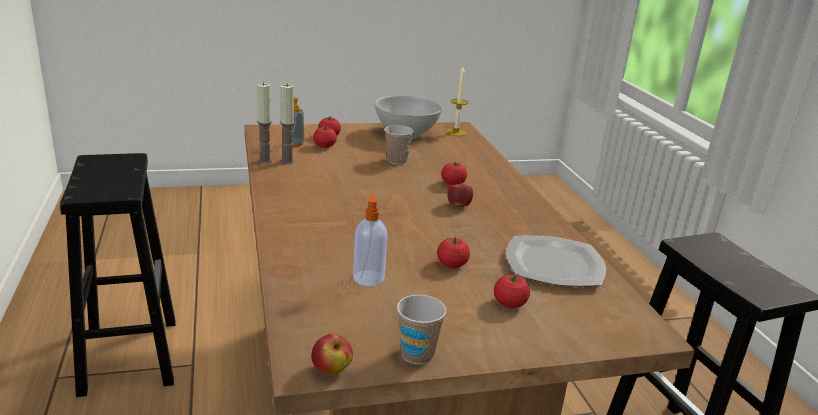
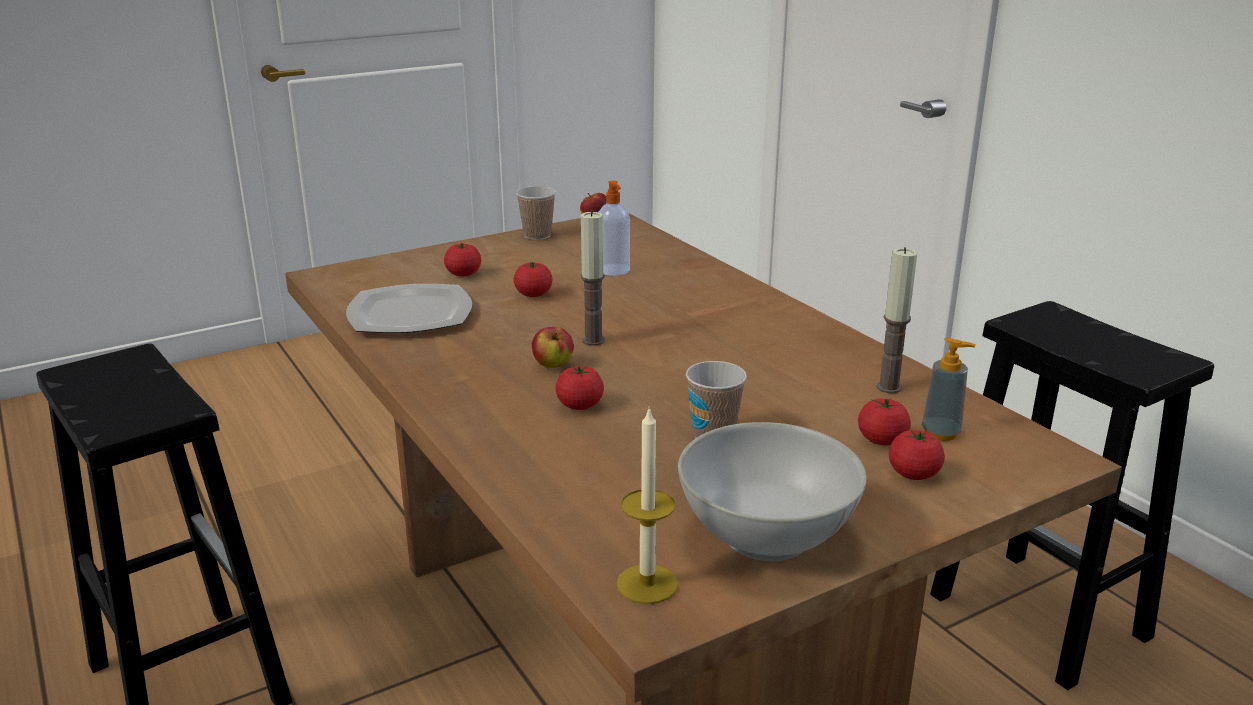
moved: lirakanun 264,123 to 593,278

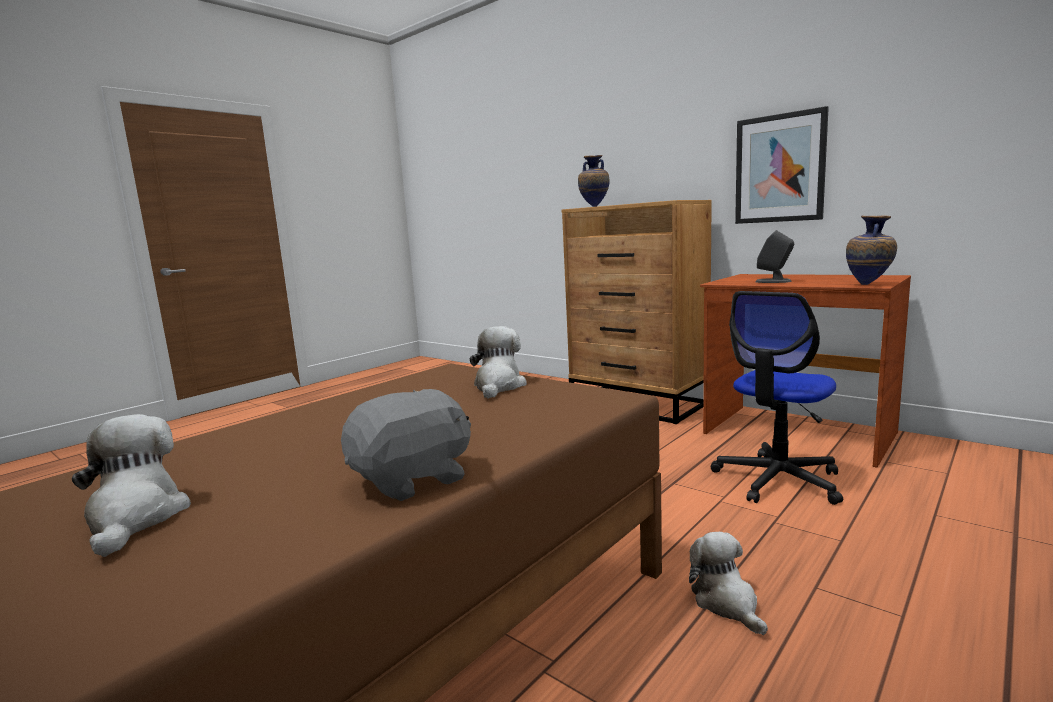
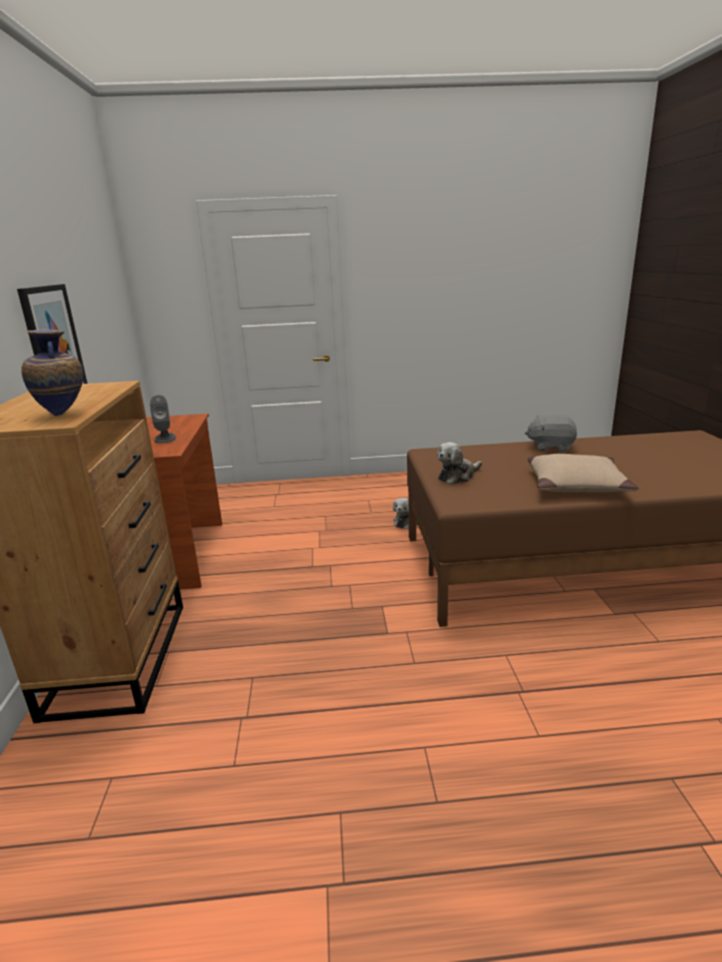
removed: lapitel 871,250; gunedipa 777,398; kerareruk 131,485
added: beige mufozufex 583,473

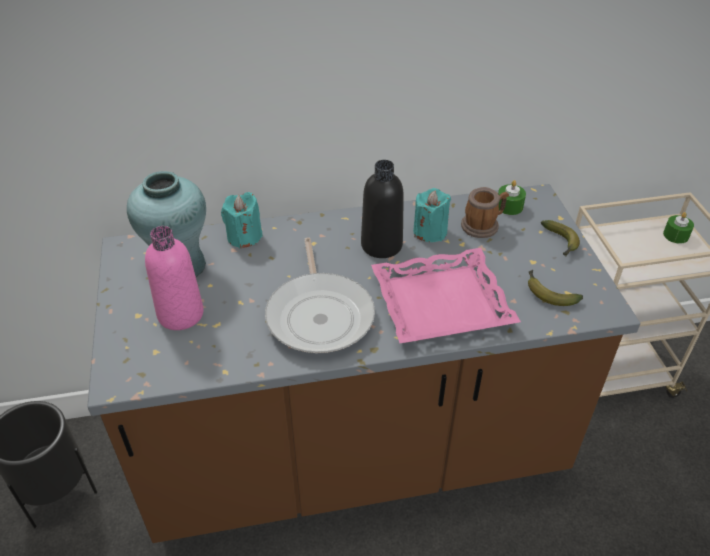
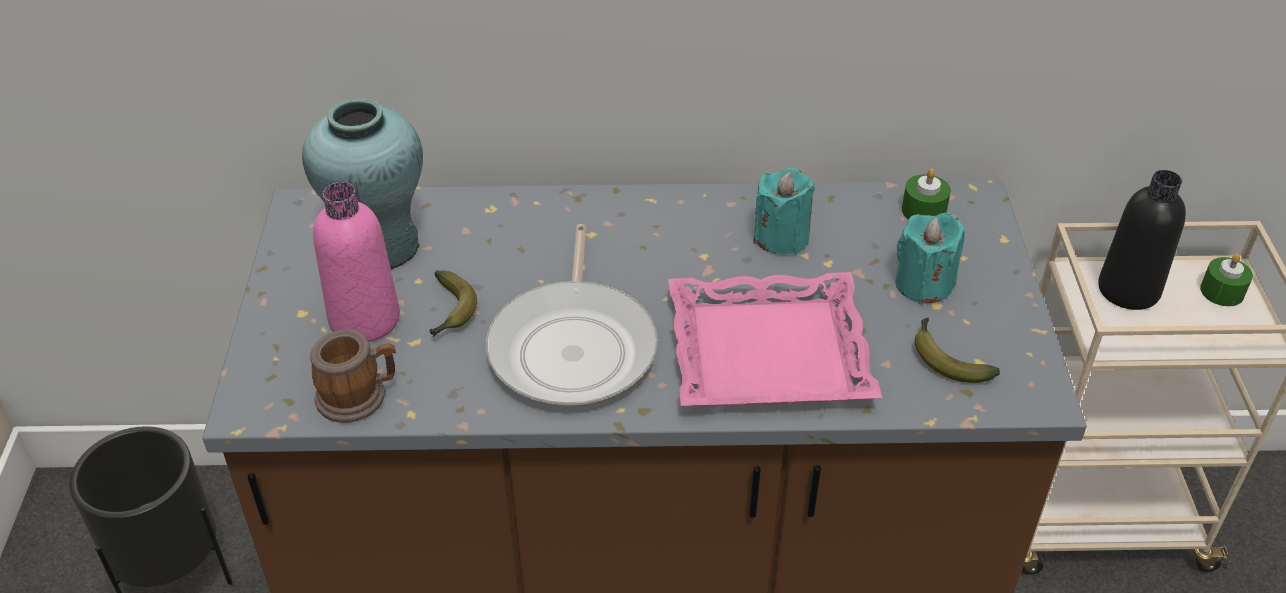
moved: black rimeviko 382,209 to 1142,240; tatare 485,212 to 353,376; turquoise lirakanun 242,220 to 930,258; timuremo 560,238 to 453,303

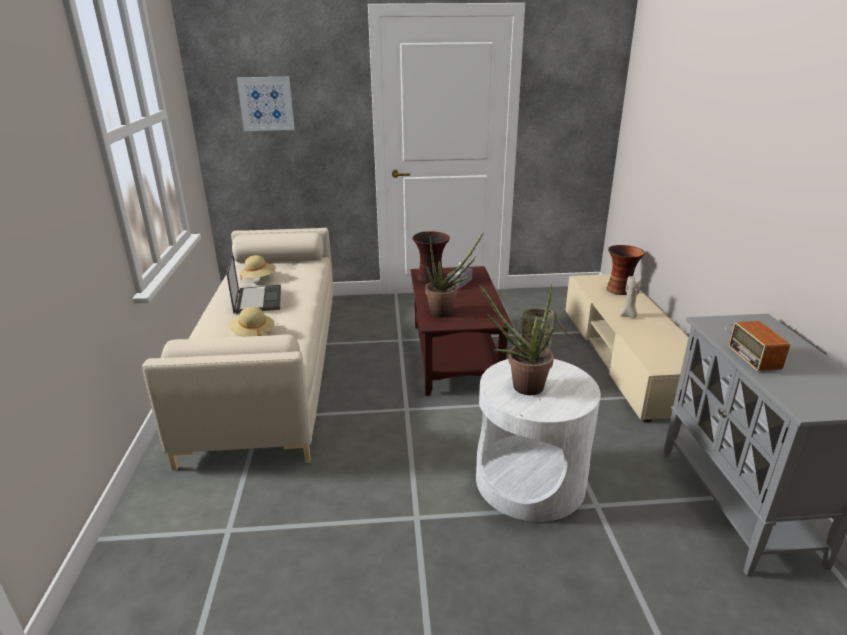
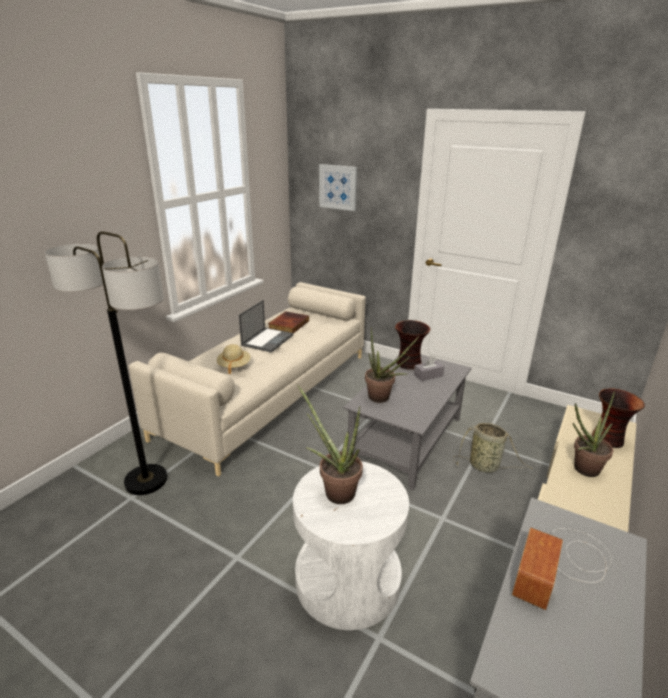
added: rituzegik 106,363
replaced: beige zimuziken 258,267 to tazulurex 288,322; beige lirakanun 630,297 to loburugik 594,434
recoloured: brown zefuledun 462,331 to grey zefuledun 407,422

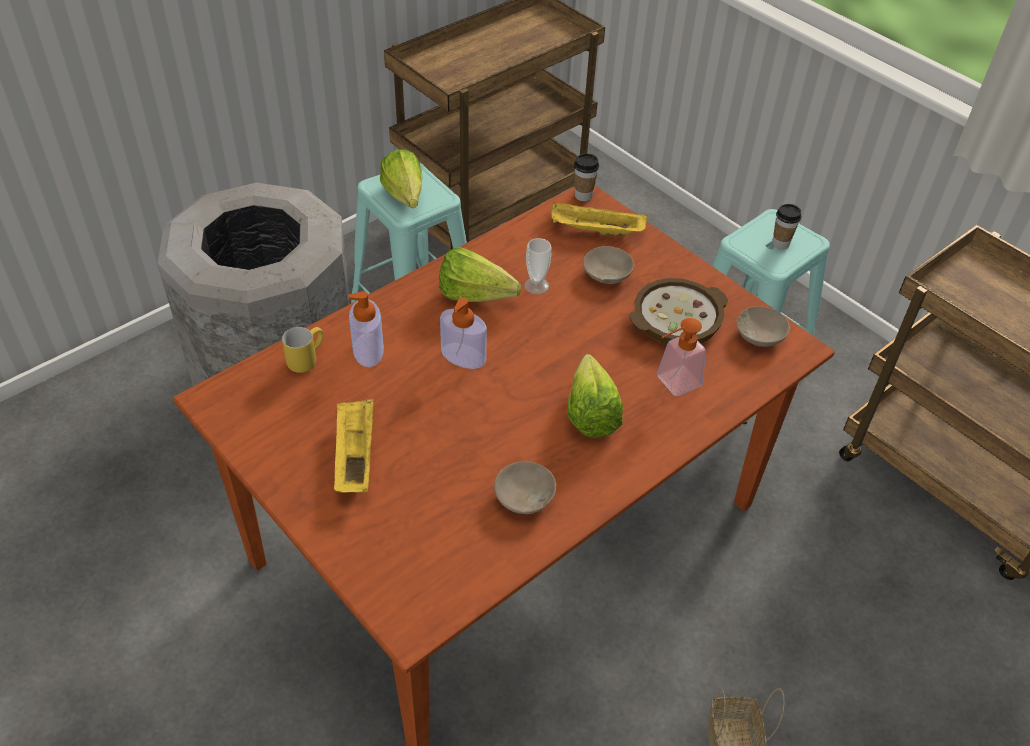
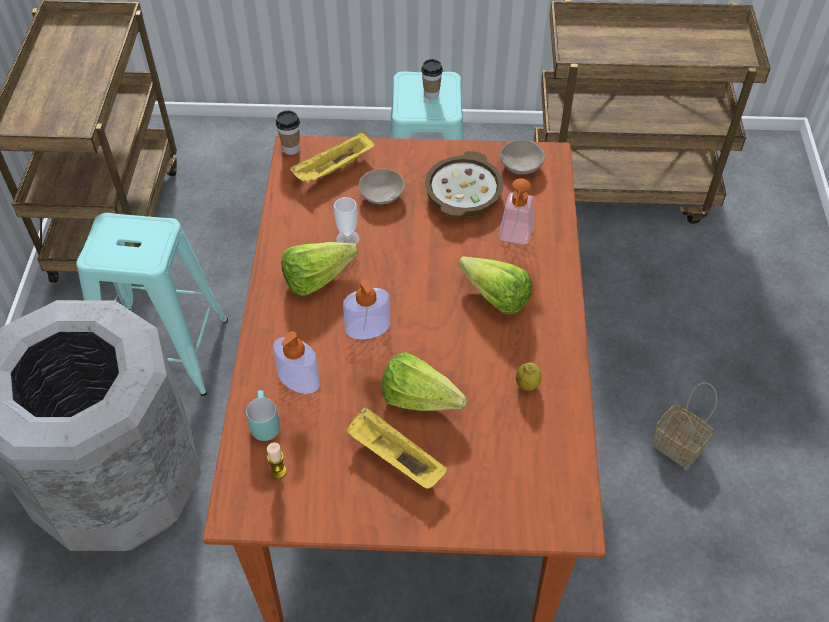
added: lirakanun 277,460
moved: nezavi 401,178 to 424,381
replaced: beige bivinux 525,487 to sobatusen 529,376
recoloured: yellow tatare 302,350 to turquoise tatare 263,415

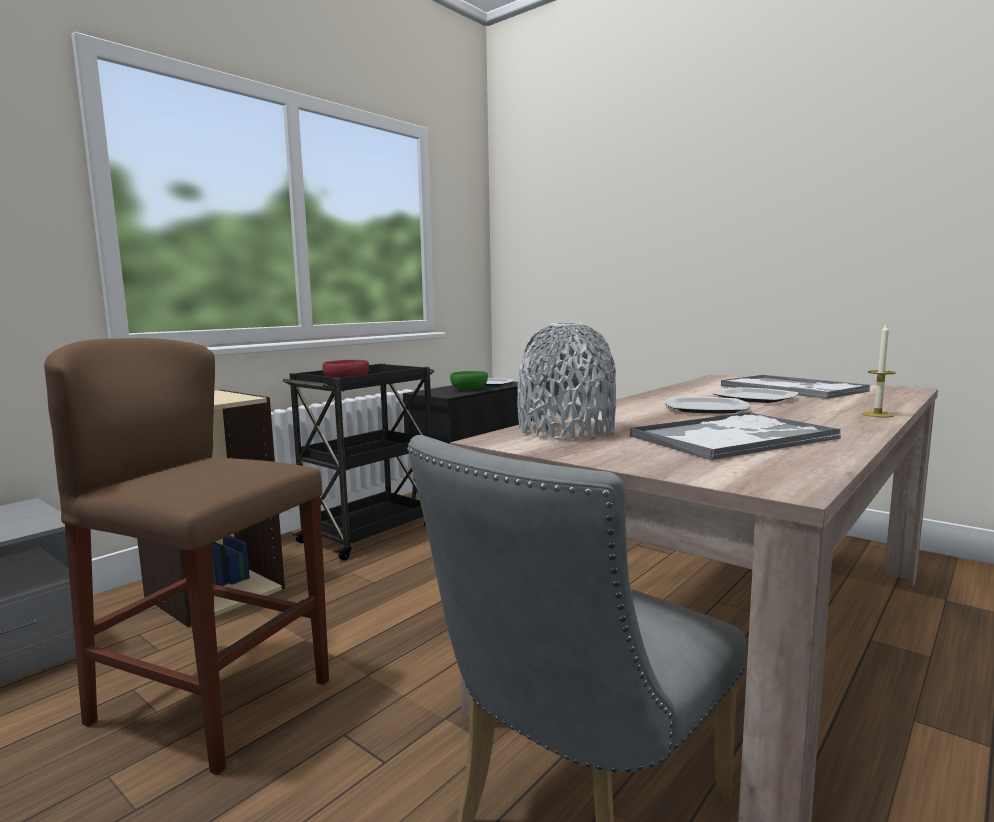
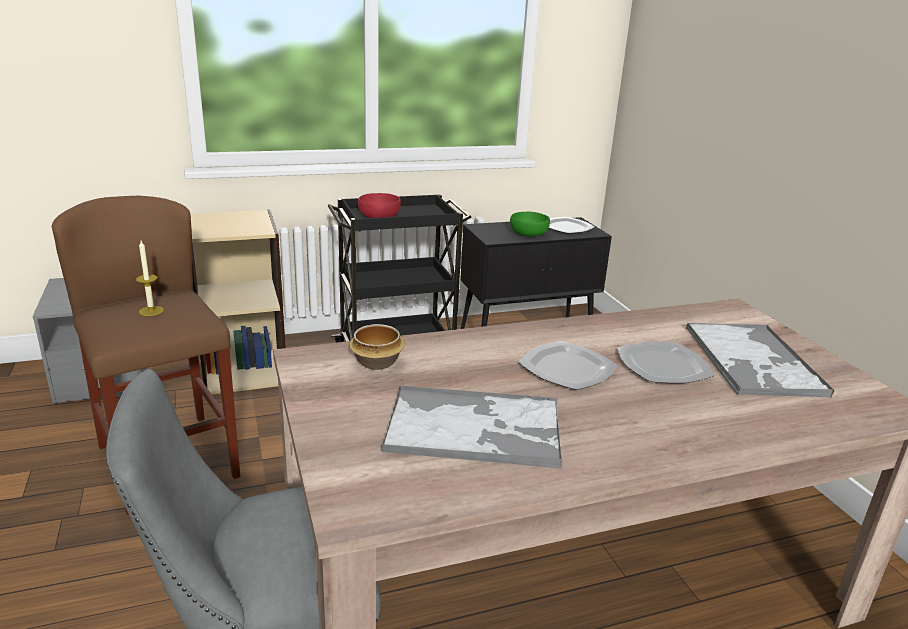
moved: lirakanun 879,370 to 150,278
replaced: grey lapitel 566,381 to bivinux 377,347

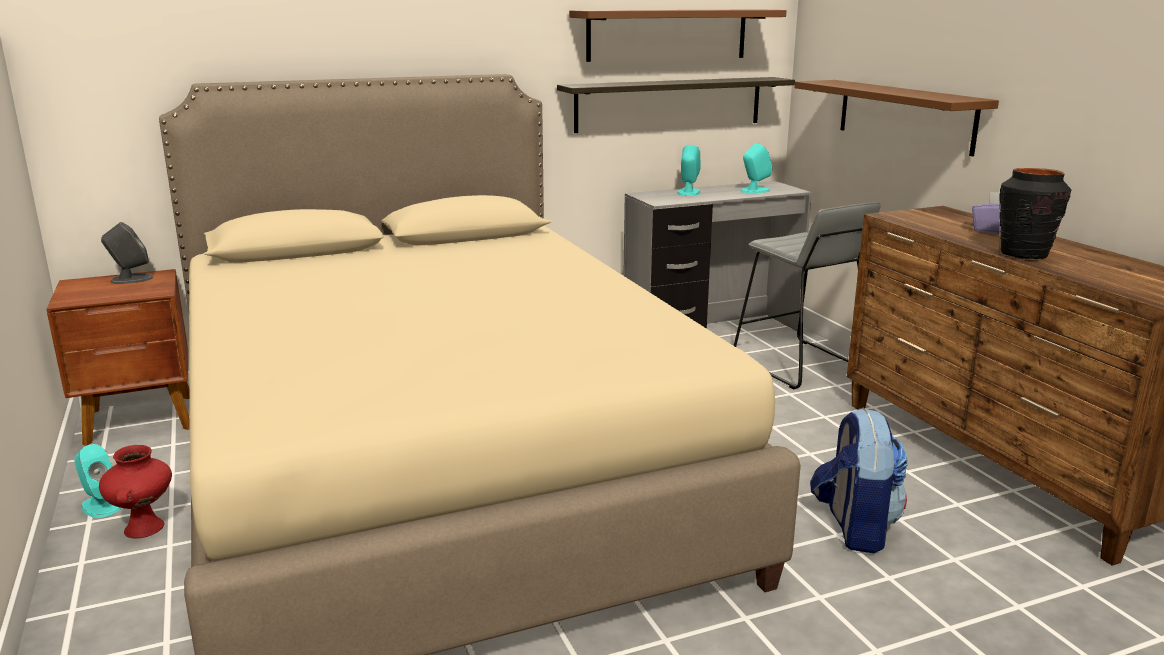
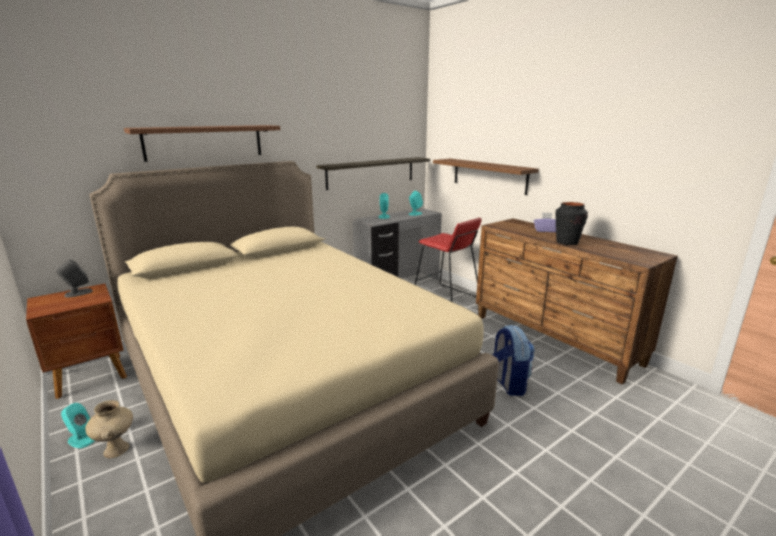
moved: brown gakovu 677,35 to 202,143
recoloured: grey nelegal 807,295 to red nelegal 448,260; red lapitel 135,491 to beige lapitel 109,429

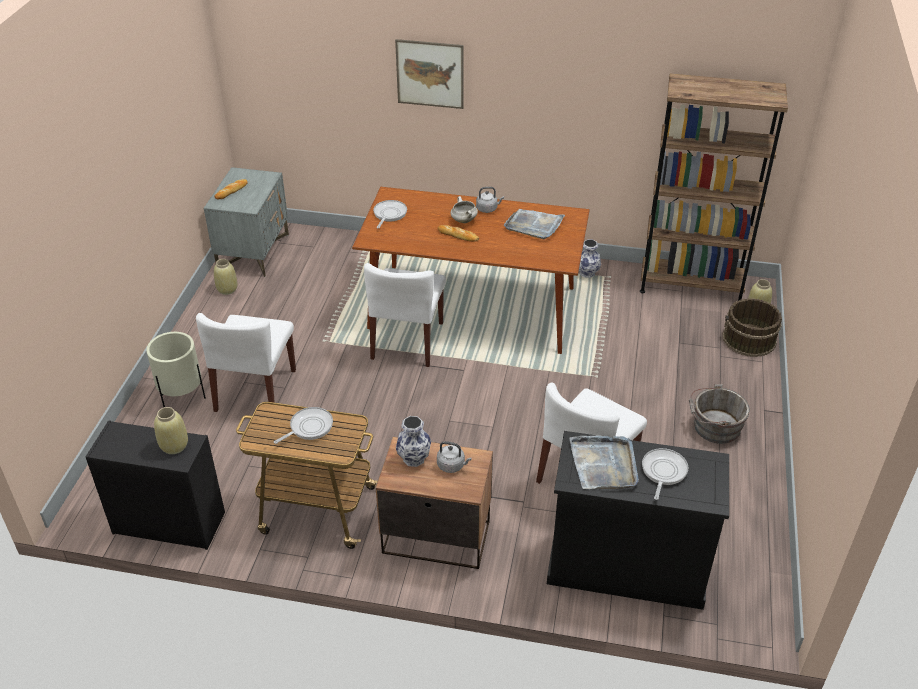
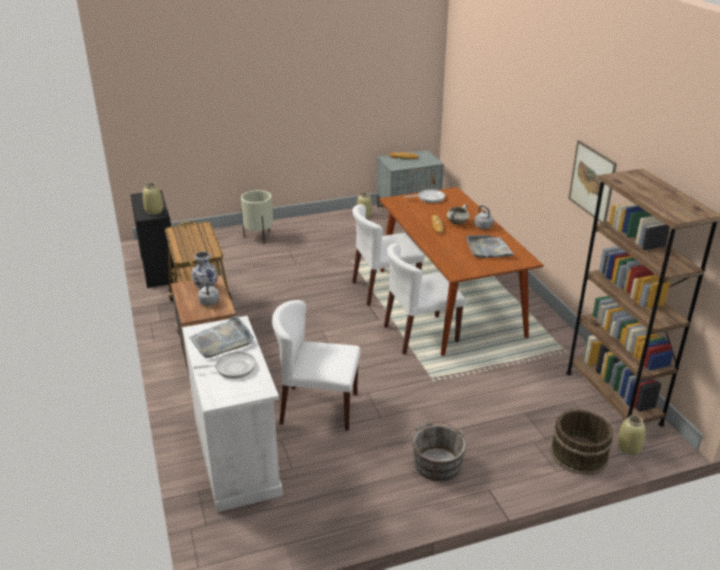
removed: lapitel 590,258; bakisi 303,425
moved: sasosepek 429,74 to 593,181; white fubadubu 246,362 to 425,299
recoloured: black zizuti 638,520 to white zizuti 232,414

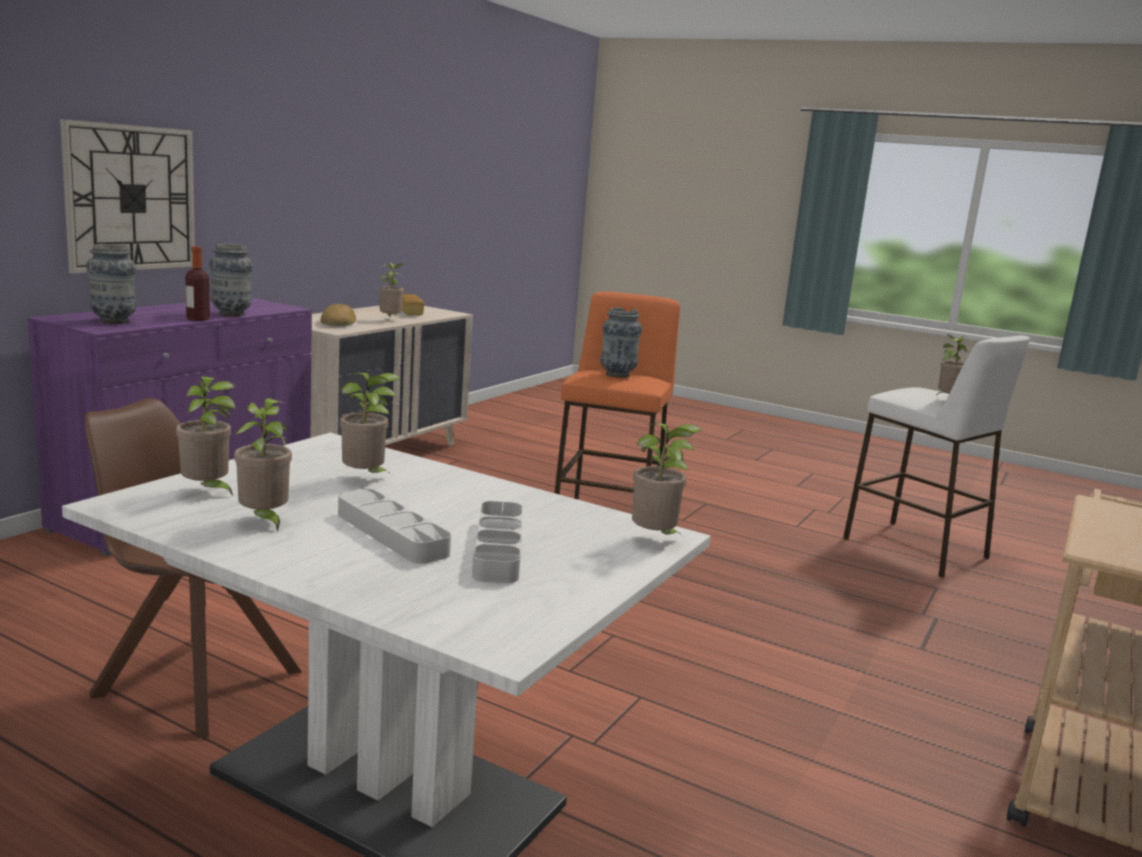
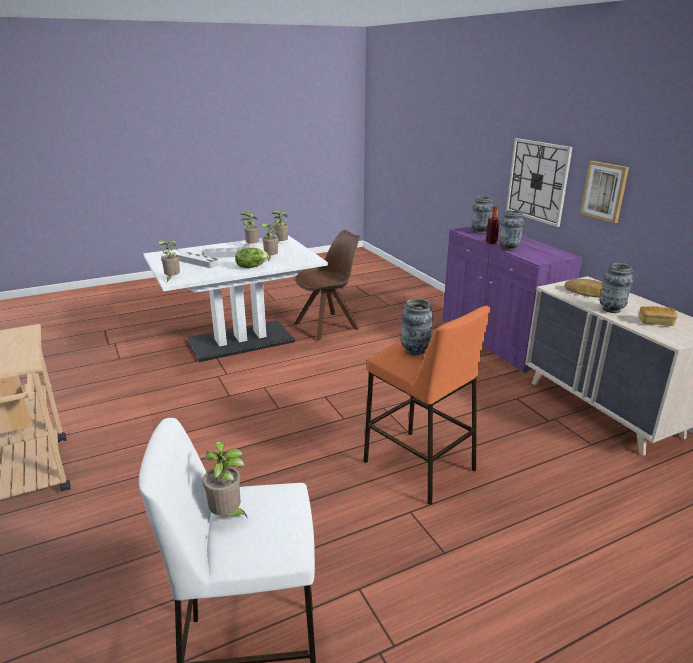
added: sasosepek 604,192; nezavi 252,258
replaced: loburugik 391,290 to lapitel 616,288

